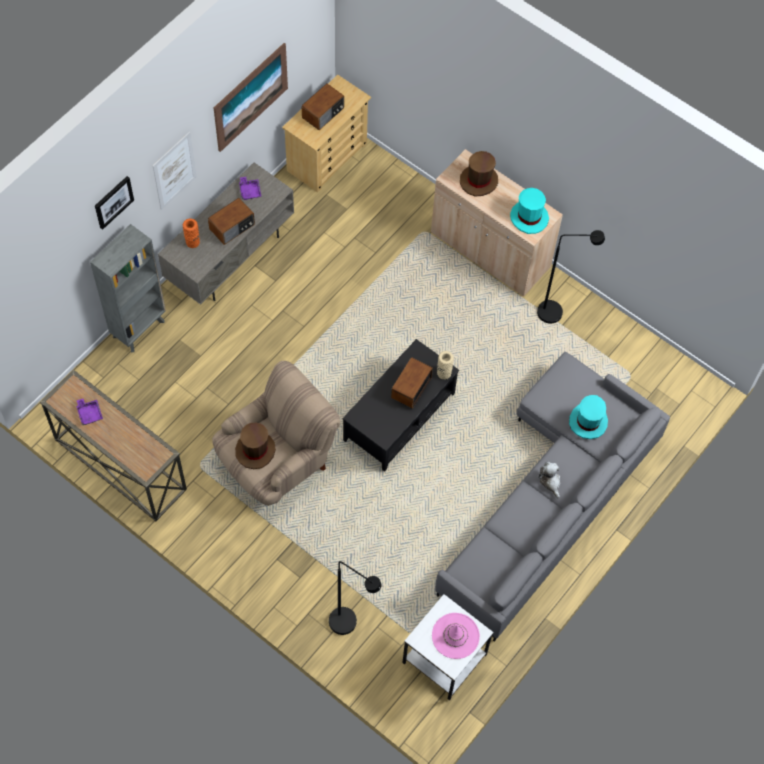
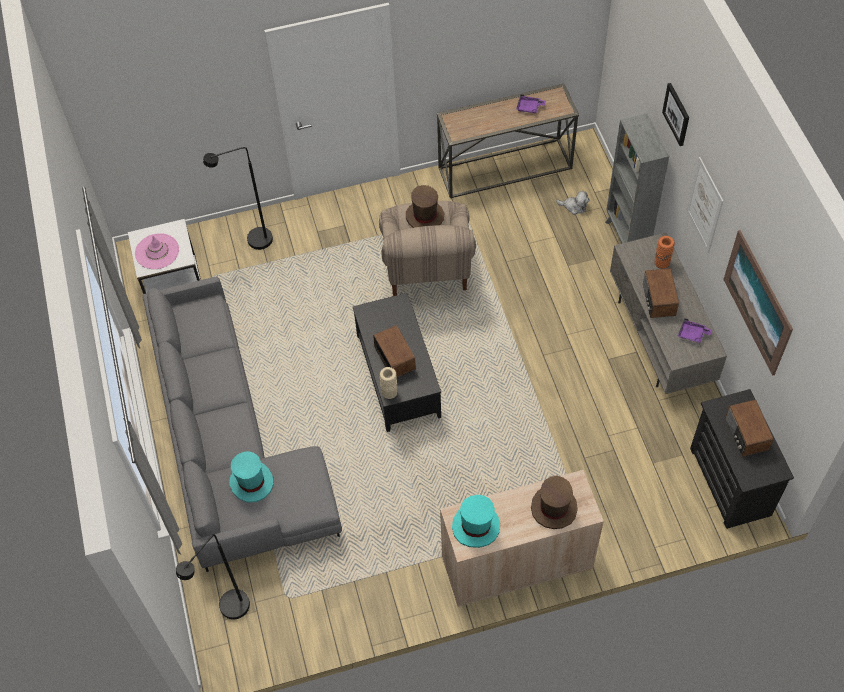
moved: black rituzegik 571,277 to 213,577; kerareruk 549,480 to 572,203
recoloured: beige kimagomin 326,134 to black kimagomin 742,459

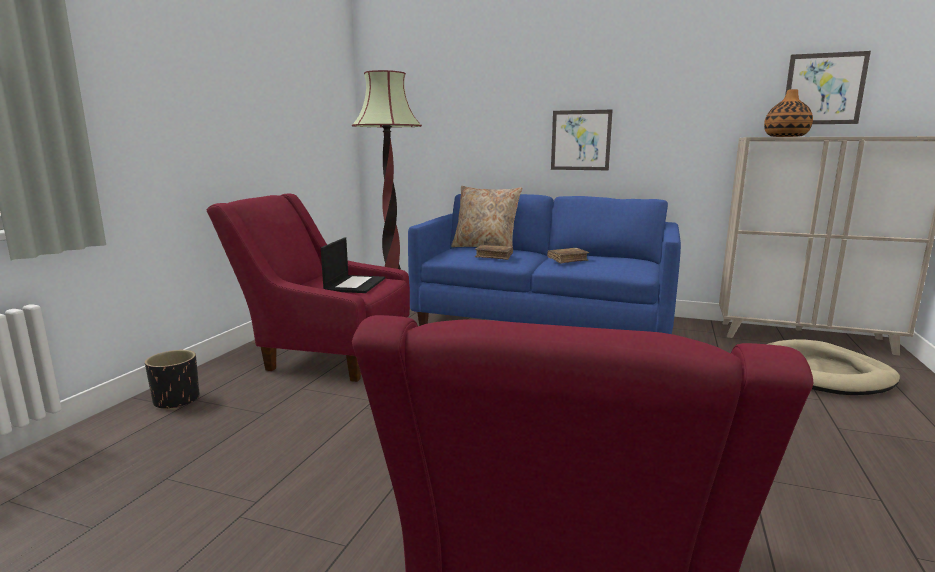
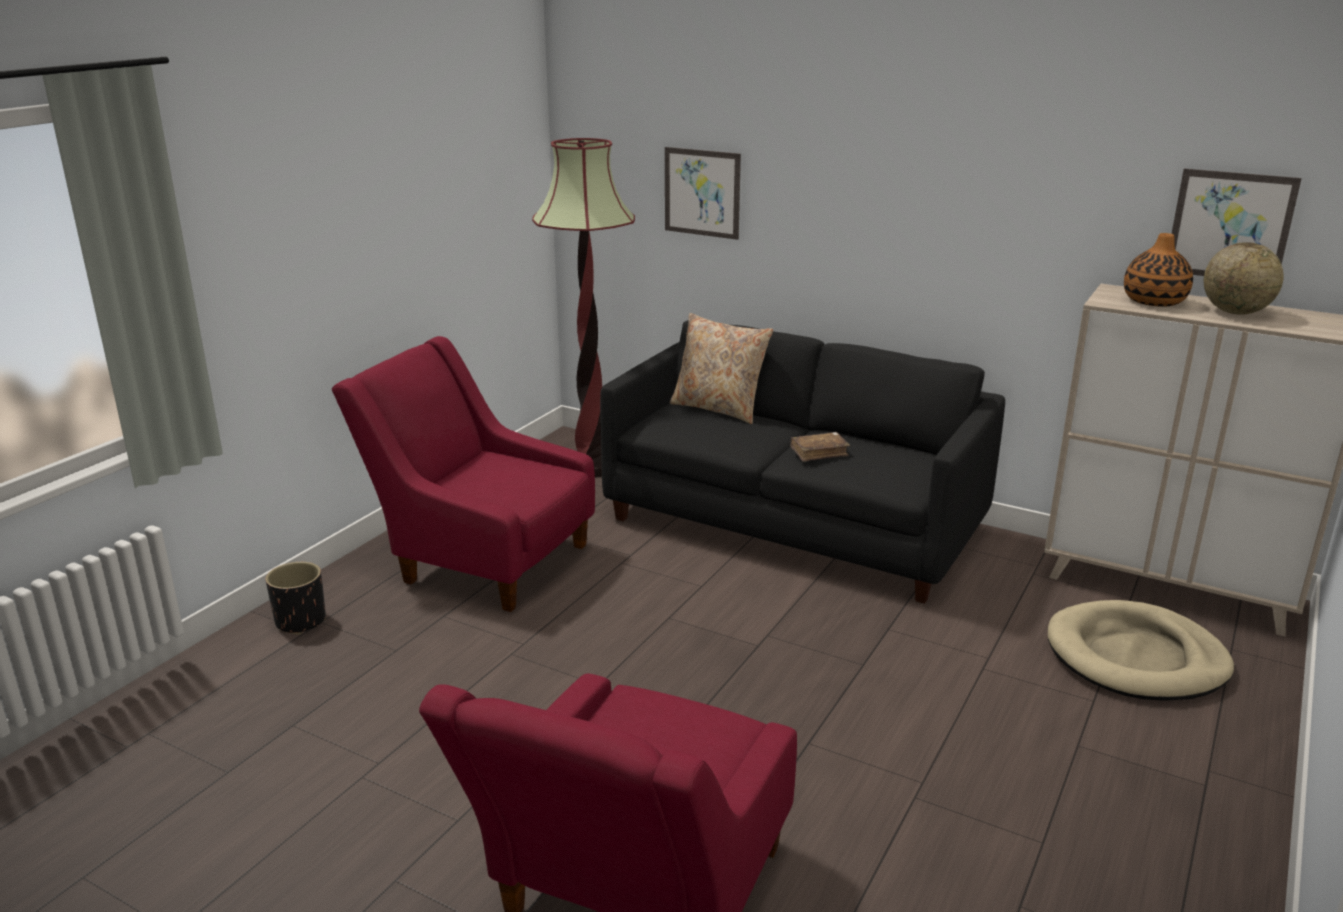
removed: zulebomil 353,265; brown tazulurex 494,252
added: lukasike 1244,278
moved: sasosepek 582,140 to 703,193
recoloured: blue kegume 544,264 to black kegume 802,462

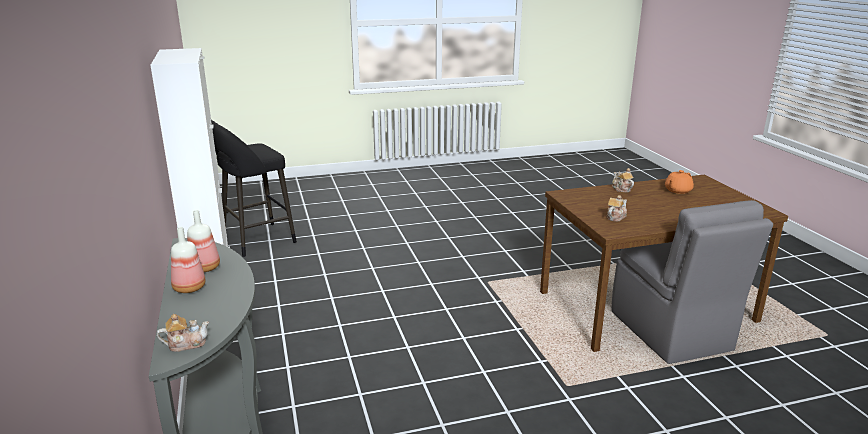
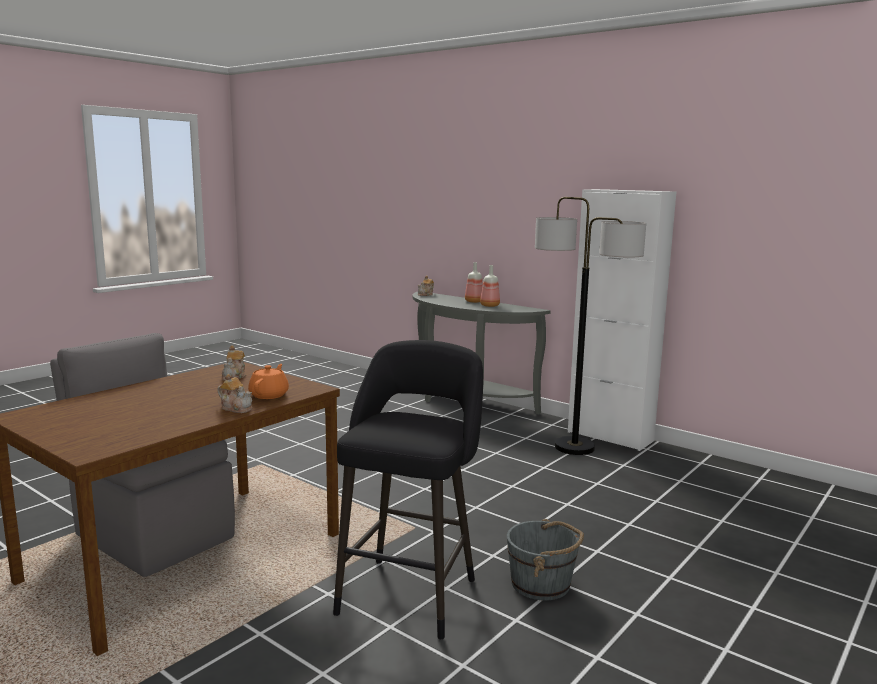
added: rituzegik 590,326; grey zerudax 545,560
moved: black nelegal 254,188 to 408,489; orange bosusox 679,182 to 268,381

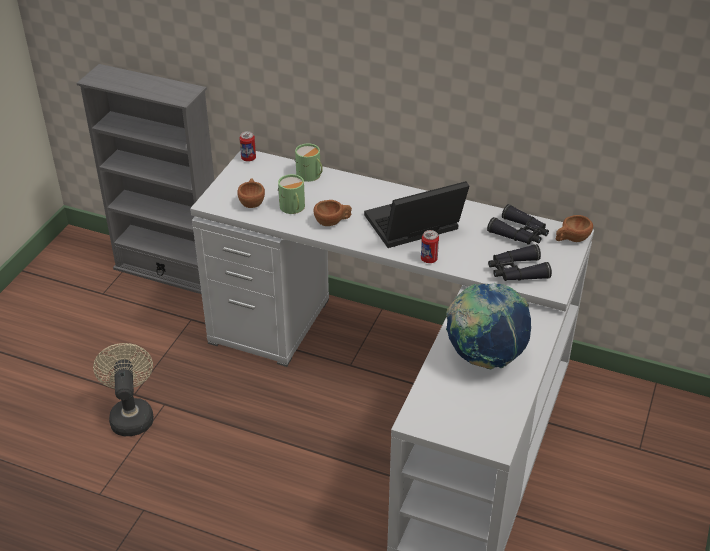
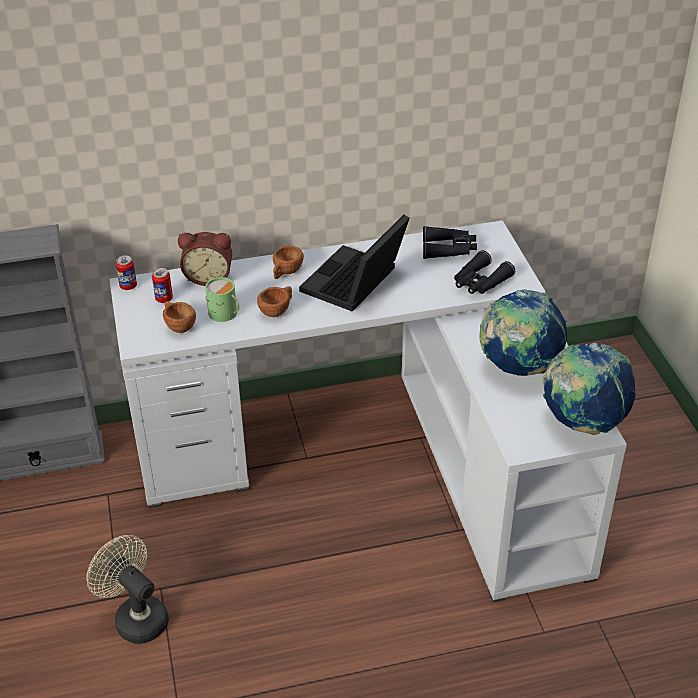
added: lukasike 589,389
moved: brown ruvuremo 574,228 to 288,262; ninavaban 430,246 to 162,285
replaced: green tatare 309,162 to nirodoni 205,259

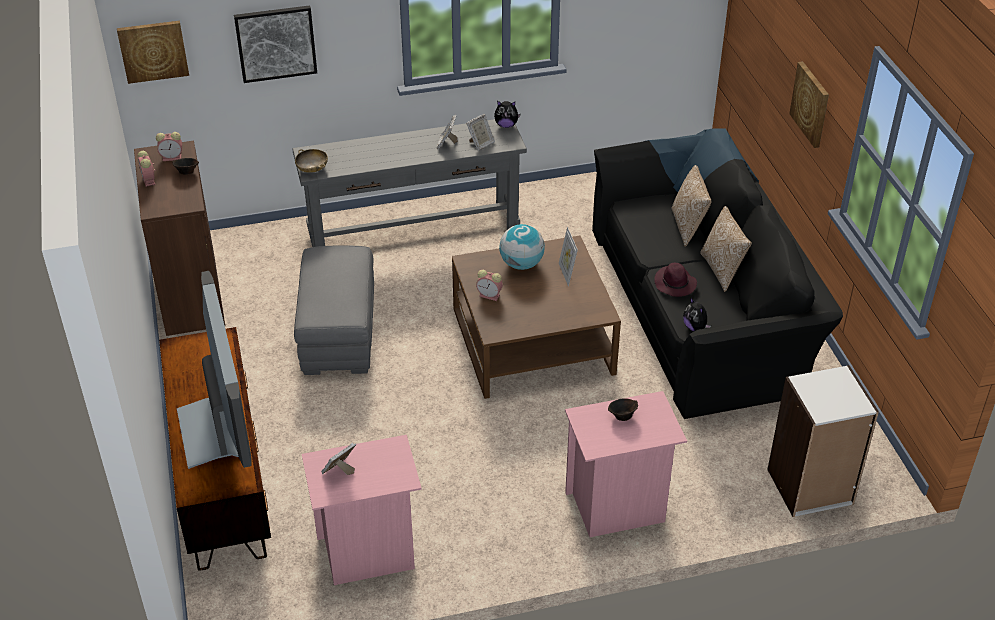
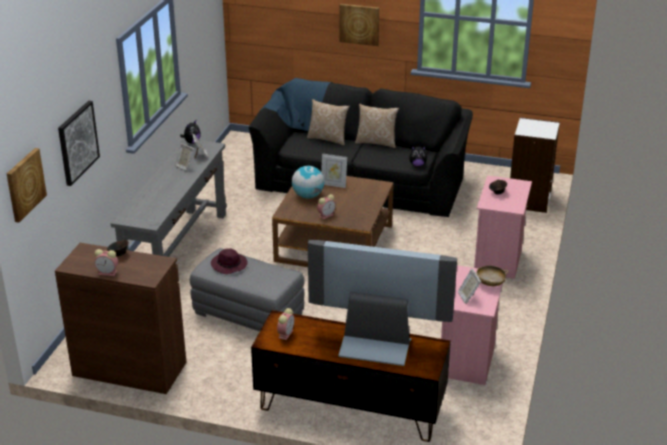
moved: nirodoni 169,146 to 285,324; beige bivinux 311,161 to 492,276; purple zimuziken 675,280 to 229,261

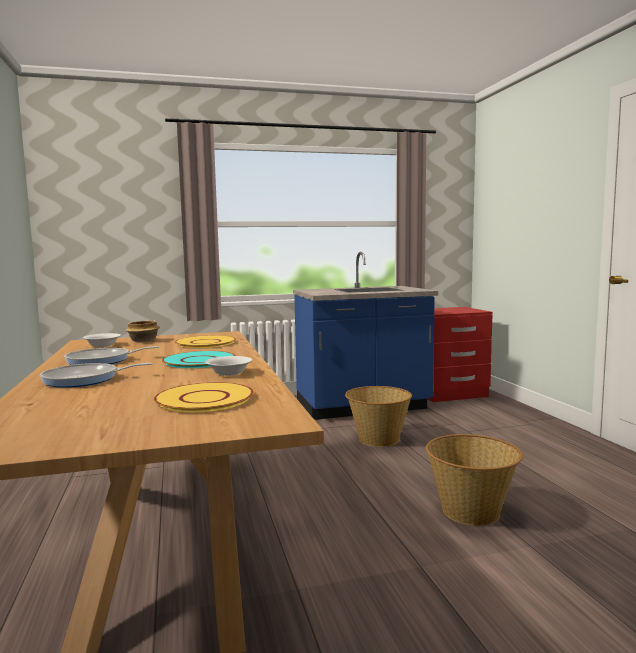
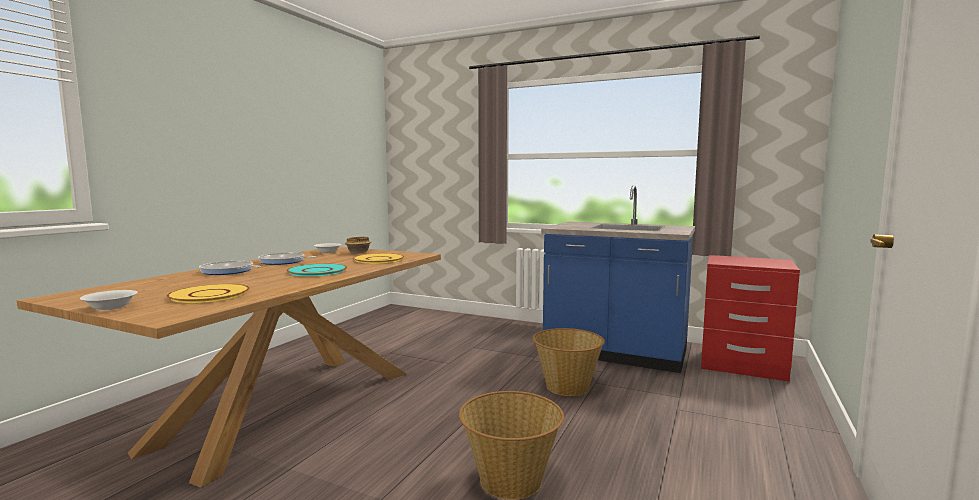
moved: white bivinux 228,366 to 109,300

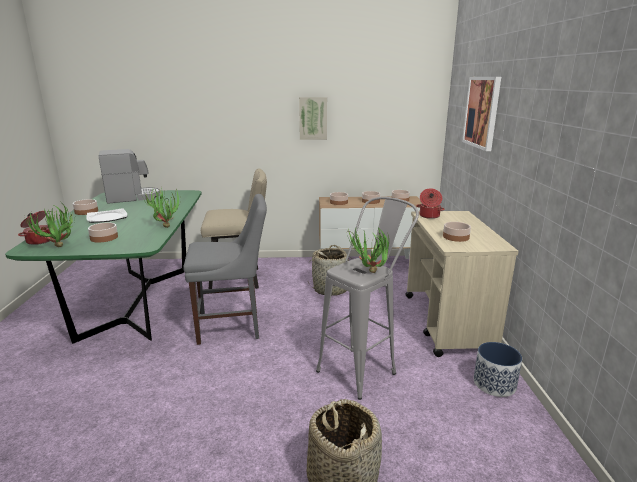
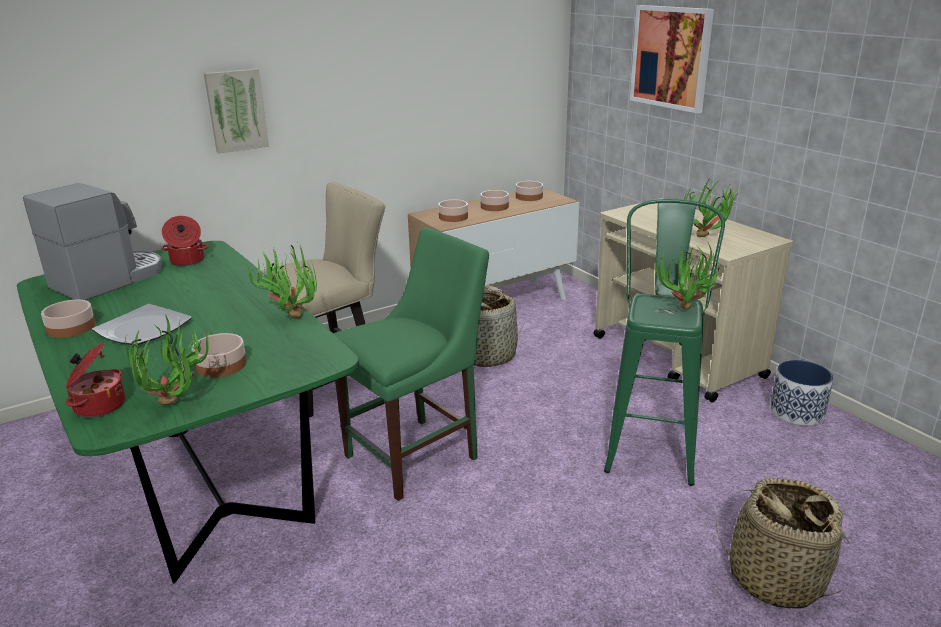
moved: sasosepek 313,118 to 236,110; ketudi 430,203 to 185,241
replaced: bivinux 457,232 to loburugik 710,207
recoloured: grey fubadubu 225,269 to green fubadubu 411,364; grey nelegal 367,298 to green nelegal 664,342

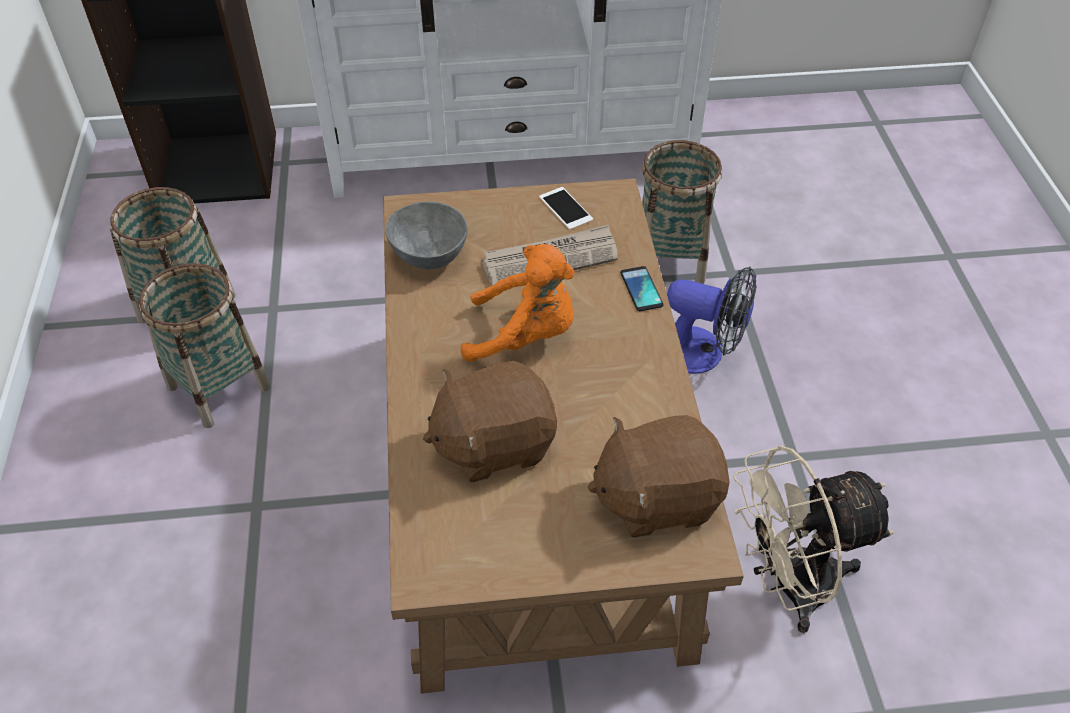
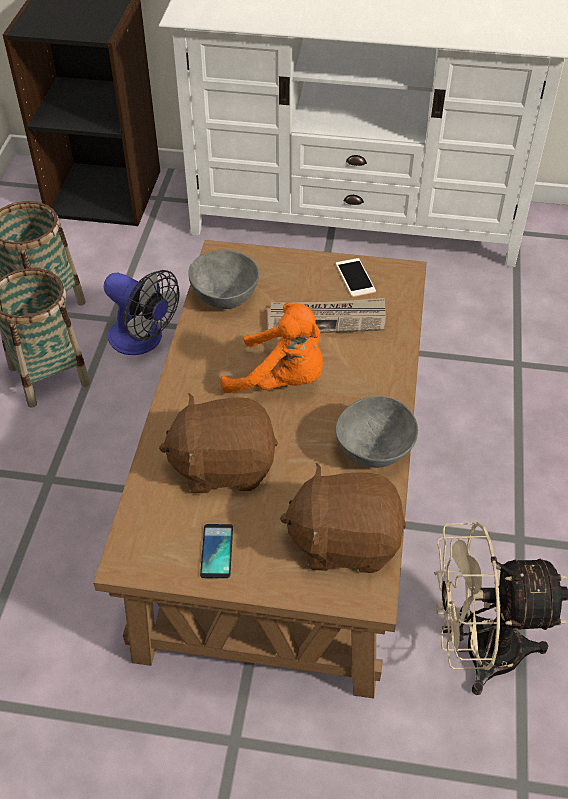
removed: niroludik 682,212
added: grey bivinux 377,432
moved: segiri 642,288 to 216,551; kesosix 712,320 to 142,312

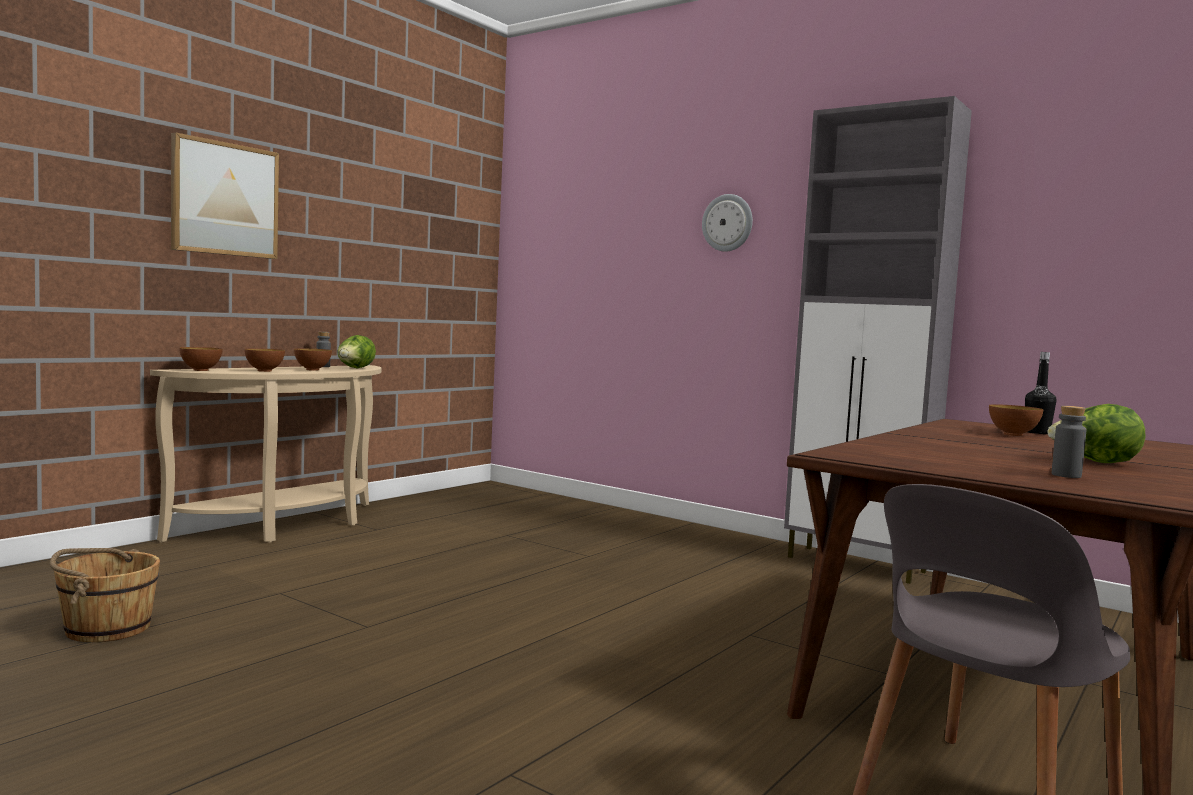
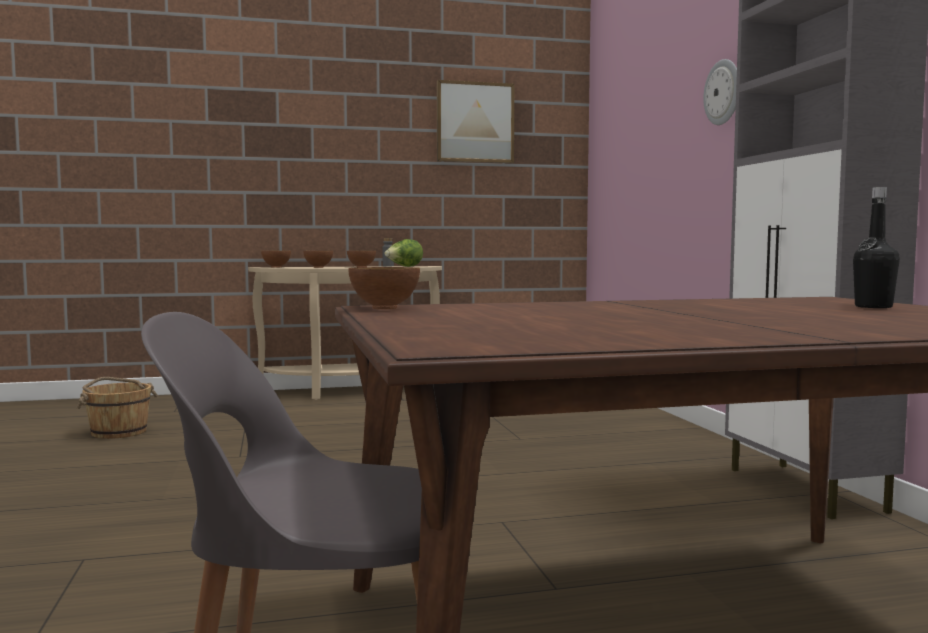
removed: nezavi 1096,433; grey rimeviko 1068,442
moved: sasosepek 225,195 to 475,121; bivinux 1016,420 to 384,288

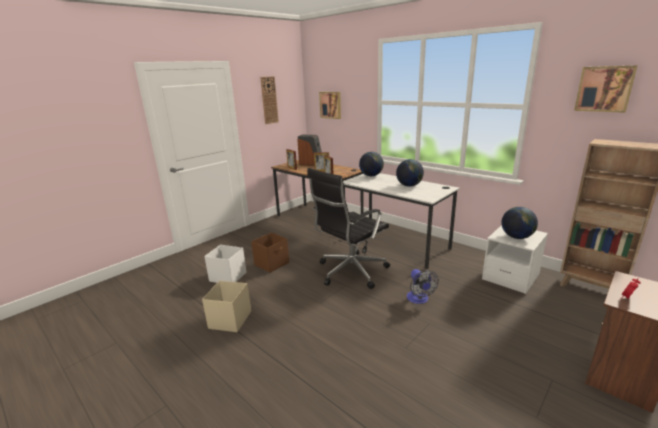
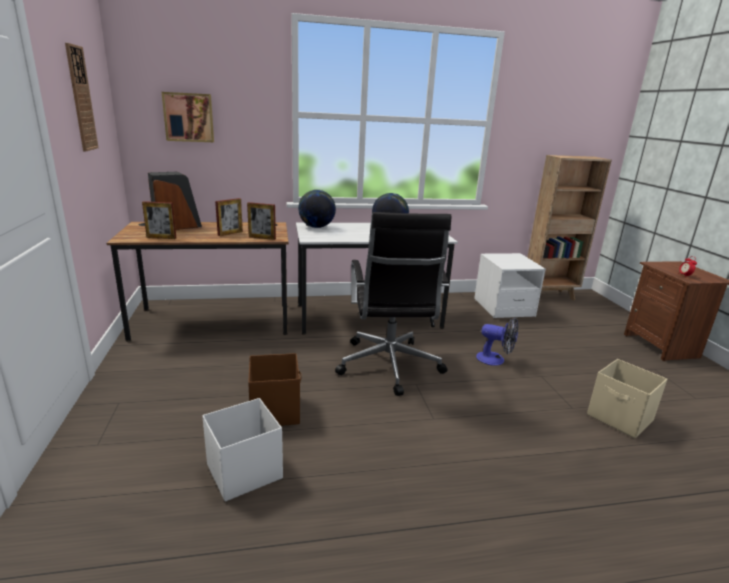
removed: sasosepek 606,89; lukasike 519,223
moved: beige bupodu 226,306 to 627,398

